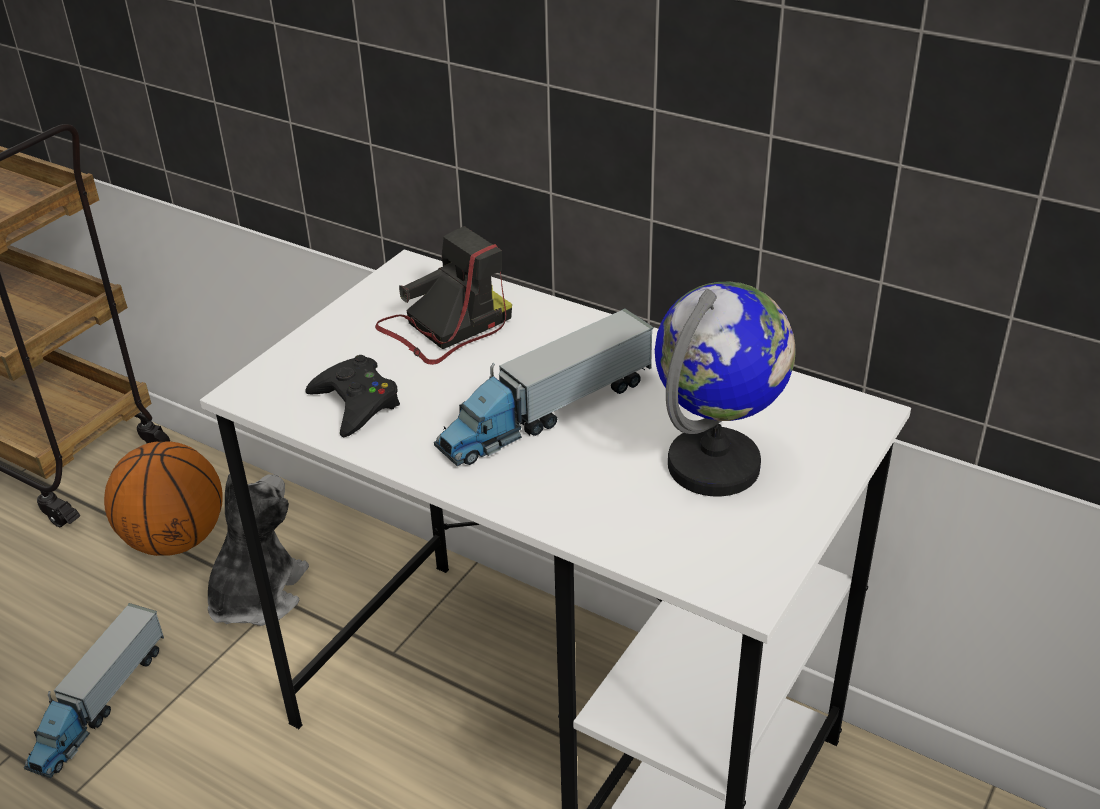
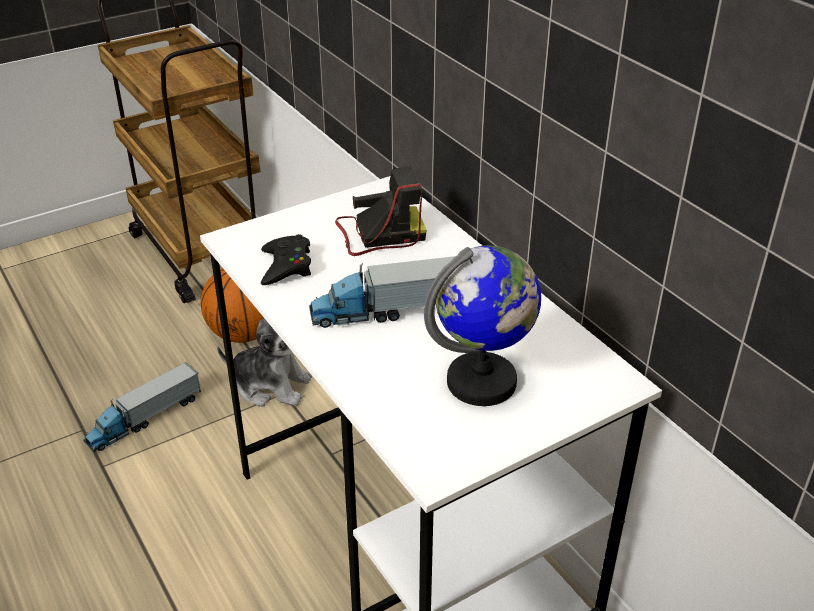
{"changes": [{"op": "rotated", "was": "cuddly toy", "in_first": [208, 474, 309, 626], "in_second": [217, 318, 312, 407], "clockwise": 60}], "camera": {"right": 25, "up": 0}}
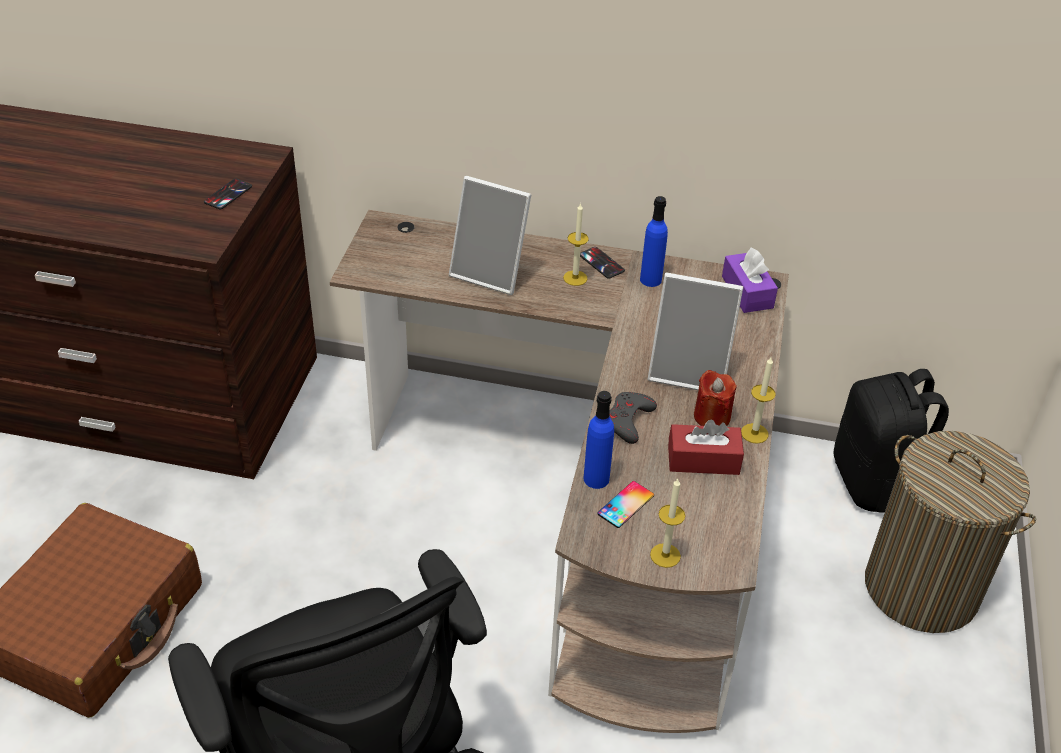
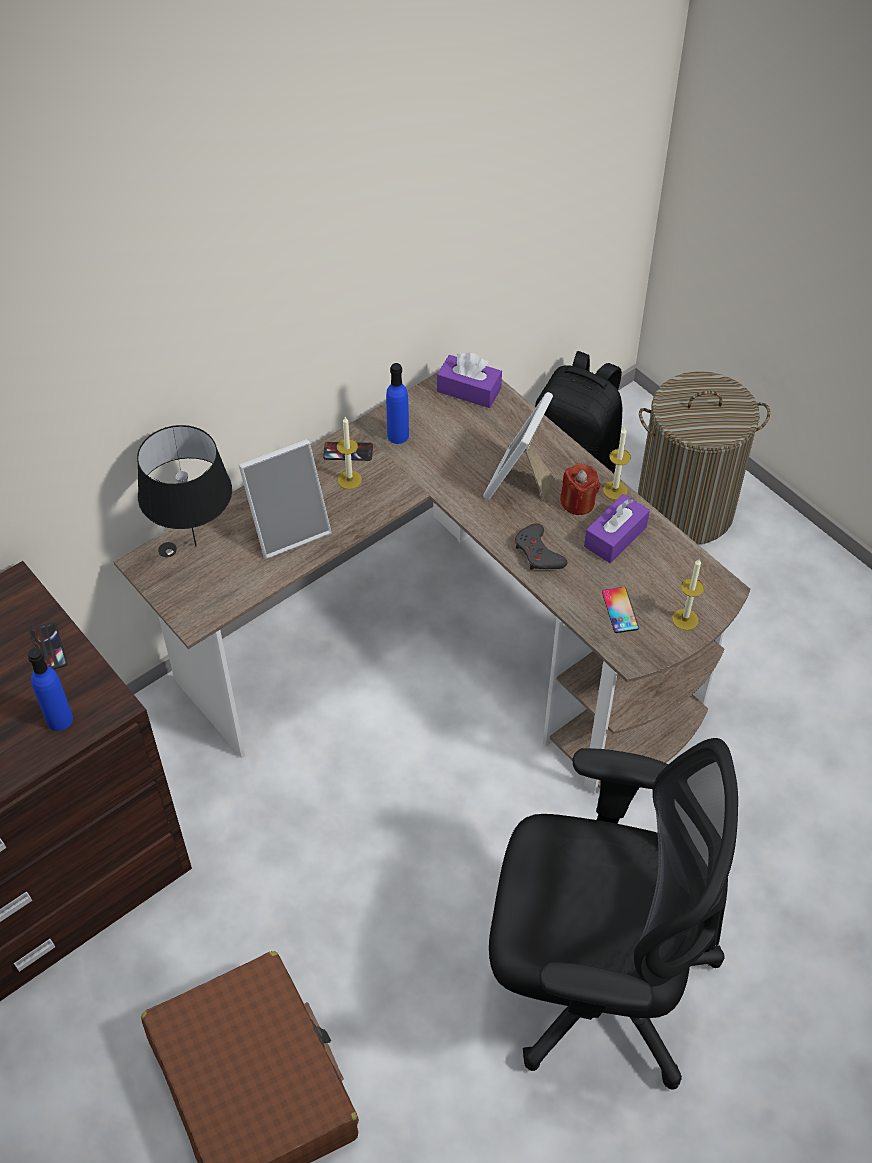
{"changes": [{"op": "new", "now": "black-coloured table lamp", "in_second": [137, 425, 232, 546]}, {"op": "shifted", "was": "bluish drink bottle", "in_first": [584, 391, 614, 489], "in_second": [28, 648, 73, 731]}, {"op": "repainted", "was": "red-coloured tissue box", "now": "purple tissue box", "in_first": [668, 419, 744, 475], "in_second": [584, 494, 650, 563]}, {"op": "rotated", "was": "picture frame", "in_first": [648, 272, 743, 390], "in_second": [483, 392, 556, 502], "clockwise": 150}], "camera": {"right": -50, "up": 10}}
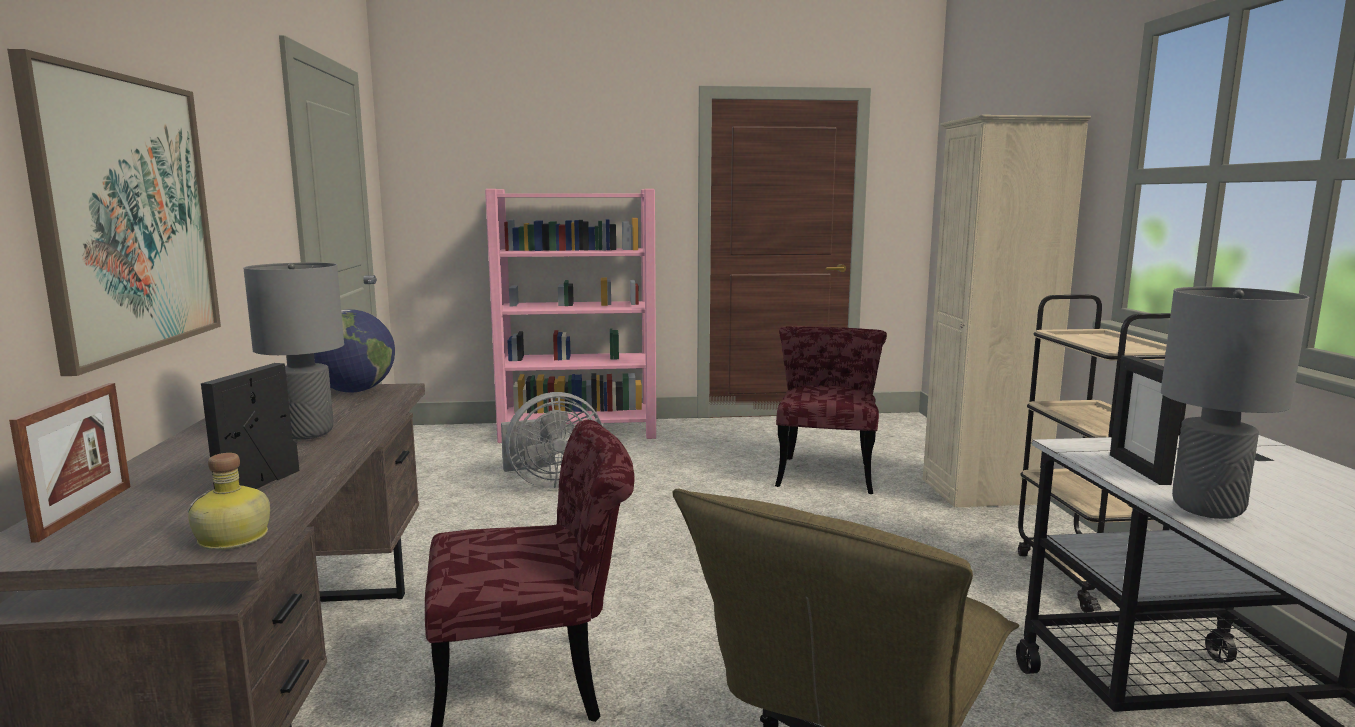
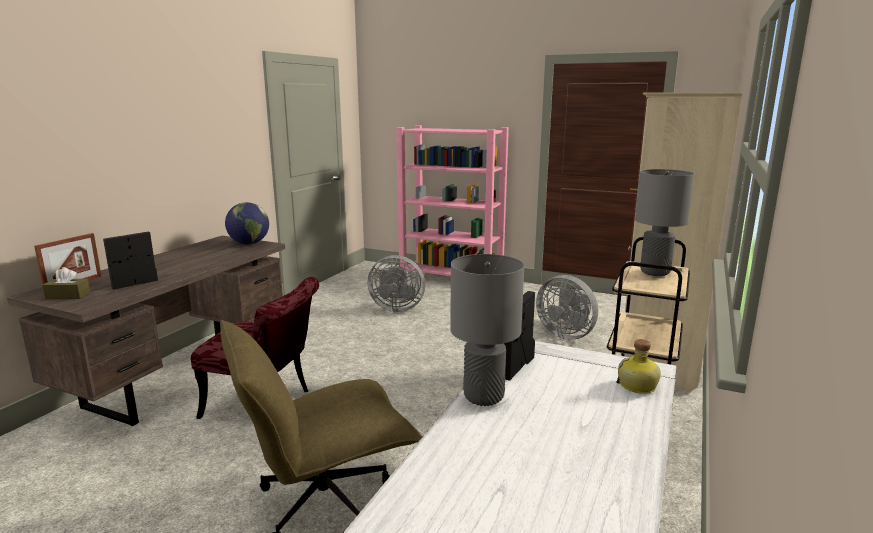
{"changes": [{"op": "gone", "was": "wall picture", "in_first": [7, 49, 221, 376]}, {"op": "new", "now": "brown tissue box", "in_second": [42, 267, 90, 299]}, {"op": "shifted", "was": "drink bottle", "in_first": [187, 453, 270, 550], "in_second": [618, 339, 661, 394]}, {"op": "shifted", "was": "greyish table lamp", "in_first": [243, 262, 344, 440], "in_second": [635, 169, 695, 276]}, {"op": "swapped", "was": "red-coloured plain chair", "now": "greyish fan", "in_first": [775, 327, 887, 494], "in_second": [536, 275, 598, 340]}], "camera": {"right": 30, "up": 5}}
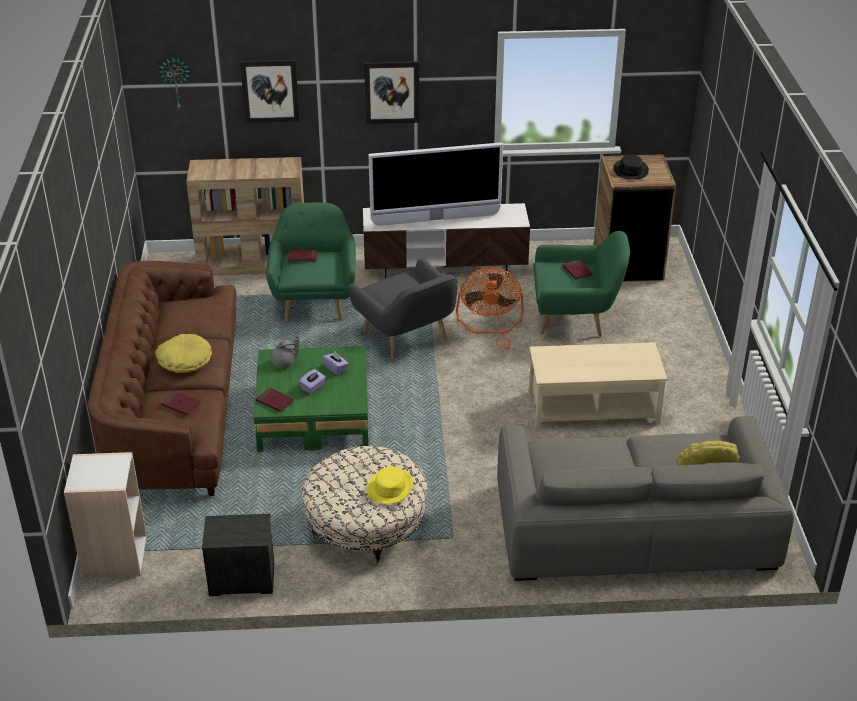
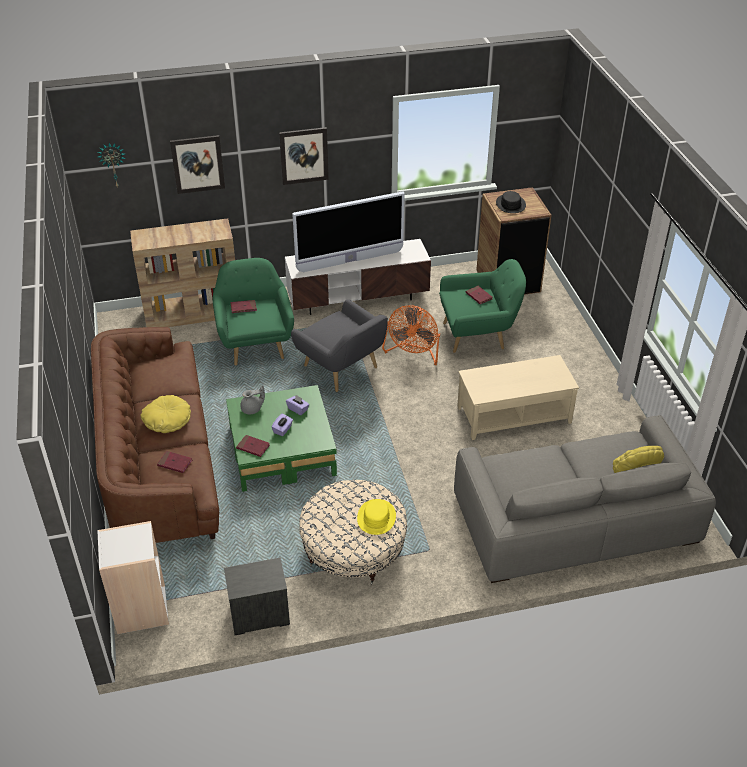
{"changes": [{"op": "rotated", "was": "orangey fan", "in_first": [456, 268, 524, 349], "in_second": [382, 305, 440, 365], "clockwise": -150}], "camera": {"right": -10, "up": 5}}
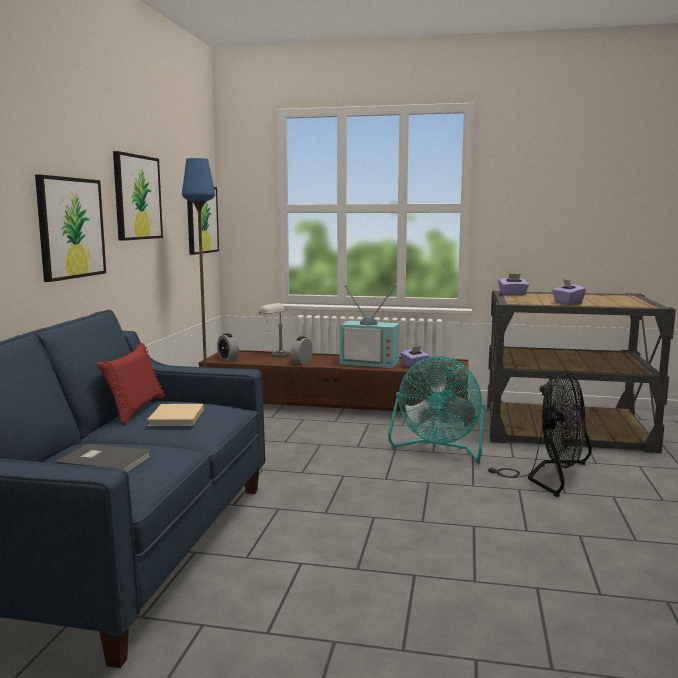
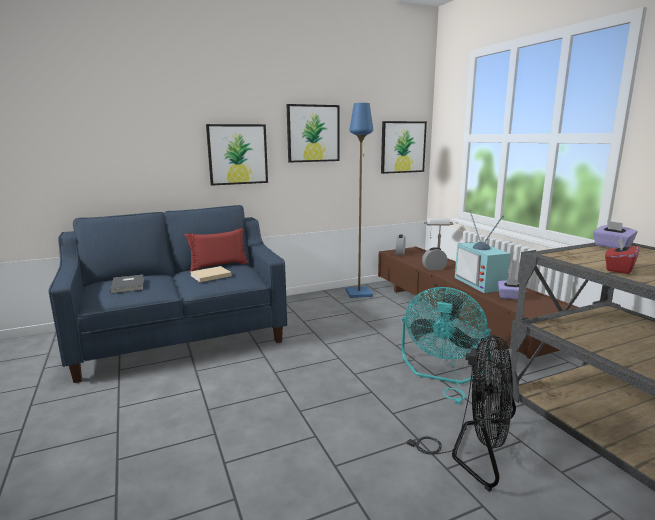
{"changes": [{"op": "repainted", "was": "purple tissue box", "now": "red-coloured tissue box", "in_first": [552, 279, 586, 304], "in_second": [605, 237, 640, 274]}, {"op": "rotated", "was": "blue-green fan", "in_first": [388, 356, 486, 464], "in_second": [402, 287, 491, 405], "clockwise": 120}, {"op": "rotated", "was": "black-coloured fan", "in_first": [487, 371, 592, 497], "in_second": [406, 335, 516, 492], "clockwise": -60}], "camera": {"right": 55, "up": 5}}
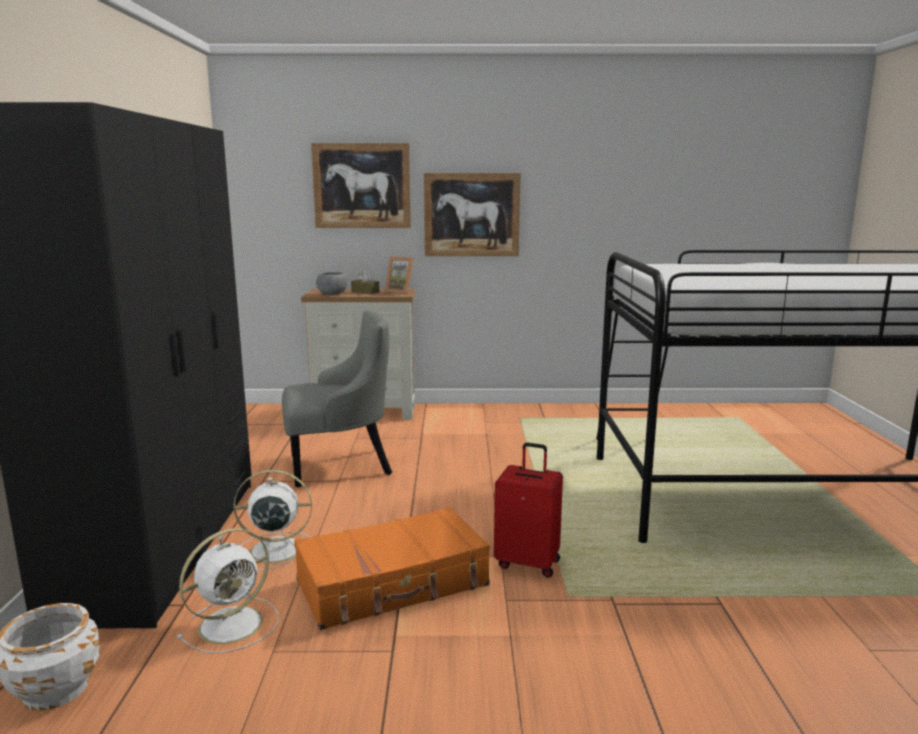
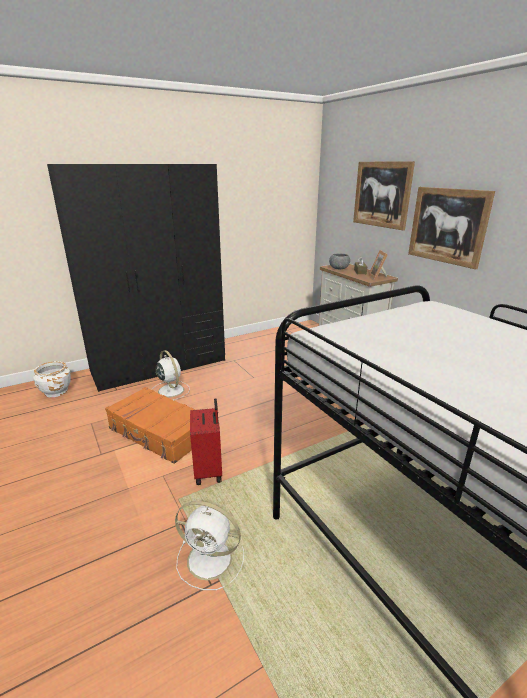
{"changes": [{"op": "gone", "was": "greyish plain chair", "in_first": [282, 310, 392, 488]}, {"op": "shifted", "was": "white fan", "in_first": [177, 528, 279, 653], "in_second": [175, 501, 244, 590]}], "camera": {"right": 60, "up": 10}}
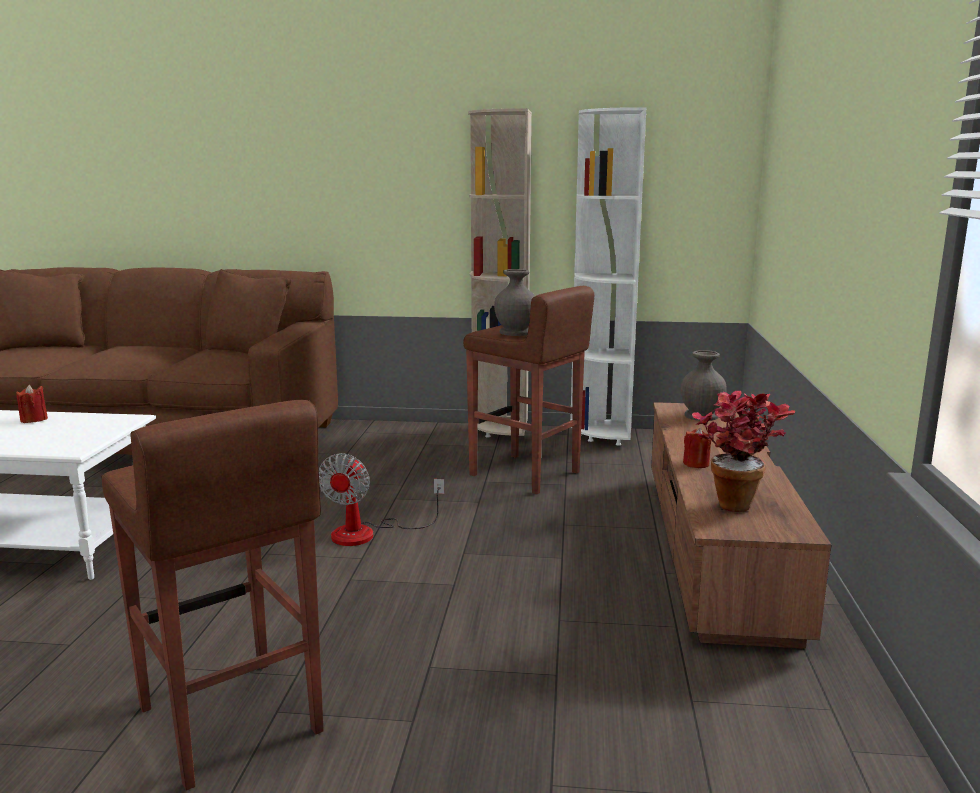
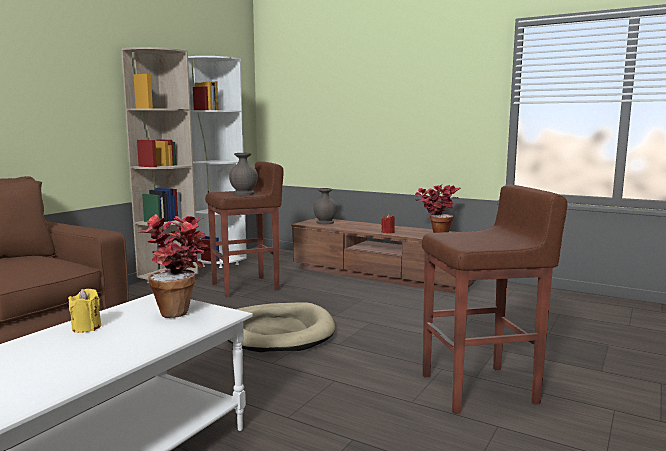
{"changes": [{"op": "new", "now": "houseplant", "in_second": [137, 214, 211, 318]}, {"op": "swapped", "was": "fan", "now": "beige-coloured dog cushion", "in_first": [319, 453, 444, 546], "in_second": [228, 303, 335, 353]}, {"op": "repainted", "was": "red-coloured candle", "now": "yellow-coloured candle", "in_first": [16, 384, 48, 423], "in_second": [68, 288, 101, 333]}], "camera": {"right": -65, "up": -5}}
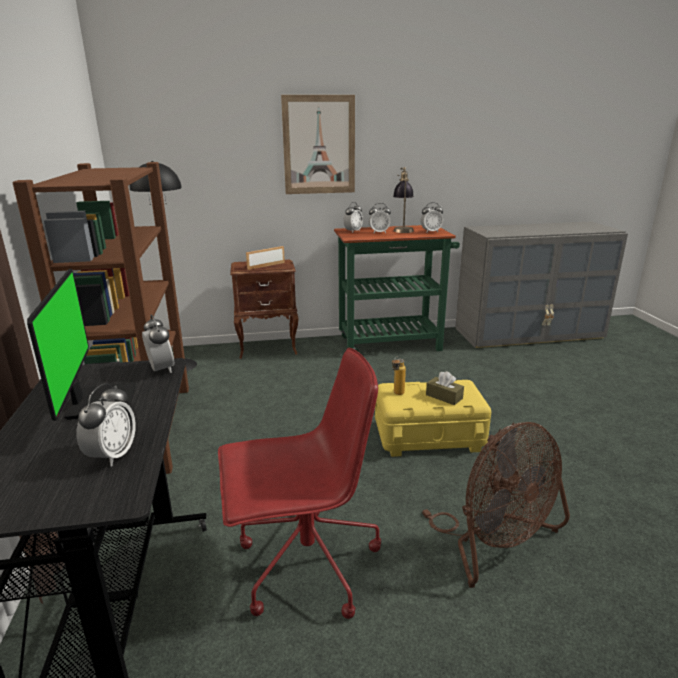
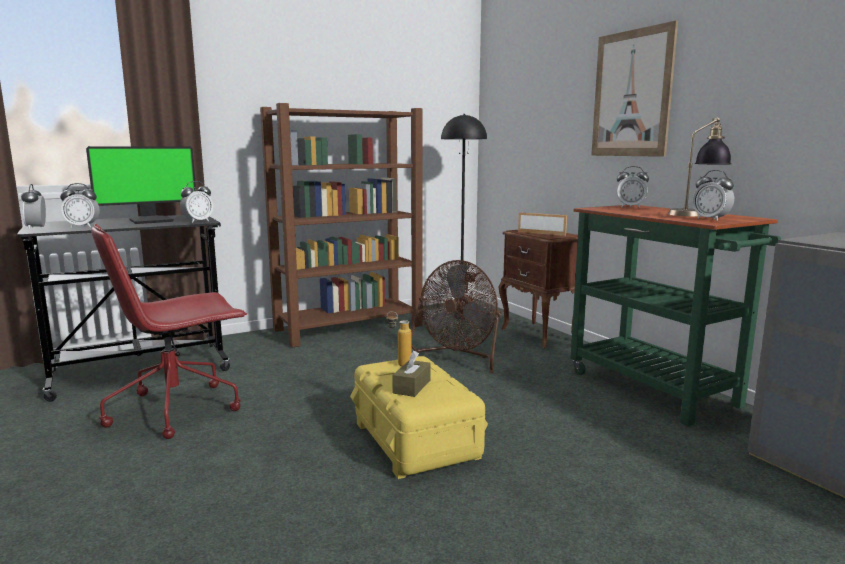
{"changes": [{"op": "shifted", "was": "bedside clock", "in_first": [369, 203, 391, 234], "in_second": [21, 184, 46, 230]}, {"op": "shifted", "was": "brown fan", "in_first": [422, 422, 570, 588], "in_second": [411, 260, 502, 373]}, {"op": "rotated", "was": "red-coloured desk chair", "in_first": [218, 348, 381, 619], "in_second": [91, 224, 247, 439], "clockwise": 90}], "camera": {"right": 70, "up": -10}}
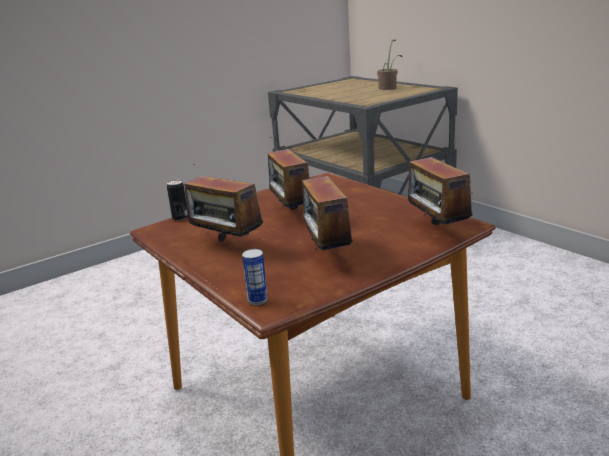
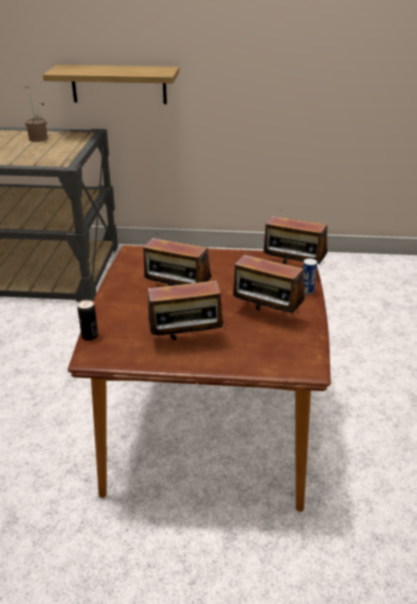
{"changes": [{"op": "new", "now": "shelf", "in_second": [43, 65, 179, 104]}, {"op": "shifted", "was": "sealed can", "in_first": [242, 249, 268, 305], "in_second": [303, 258, 317, 295]}], "camera": {"right": -50, "up": 10}}
